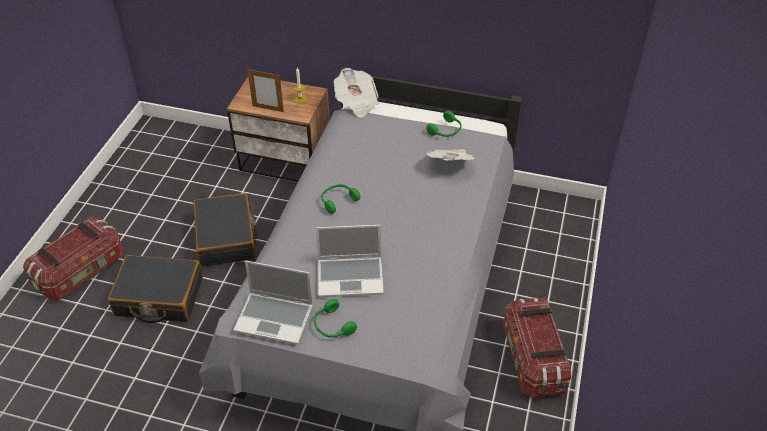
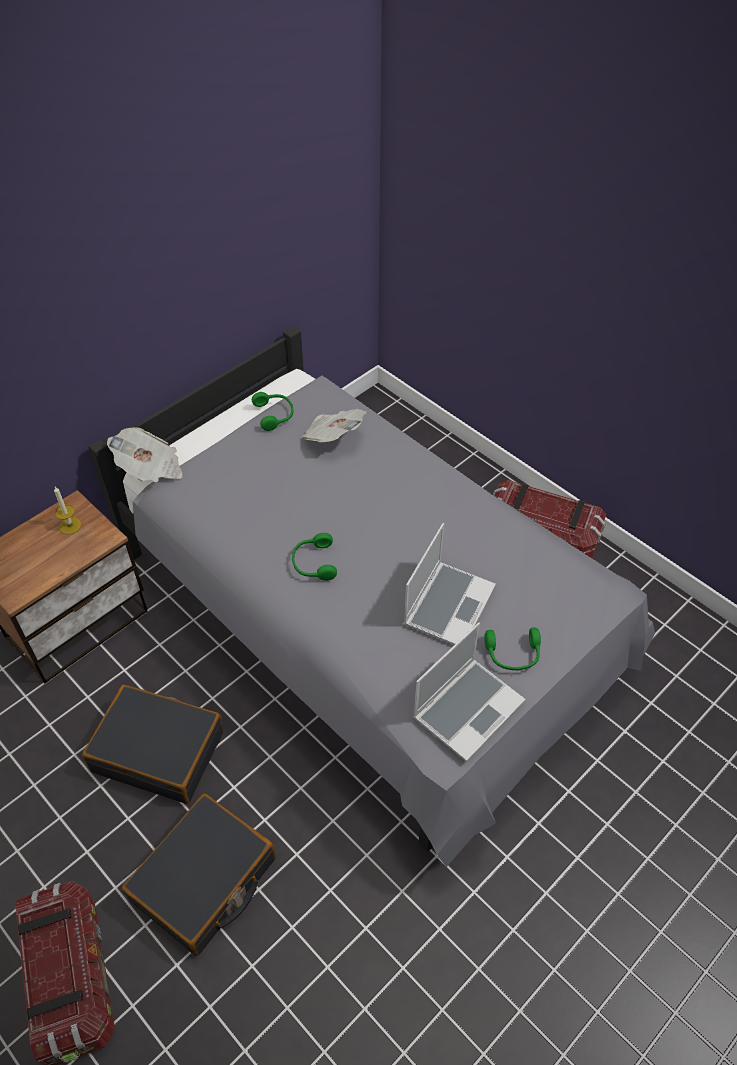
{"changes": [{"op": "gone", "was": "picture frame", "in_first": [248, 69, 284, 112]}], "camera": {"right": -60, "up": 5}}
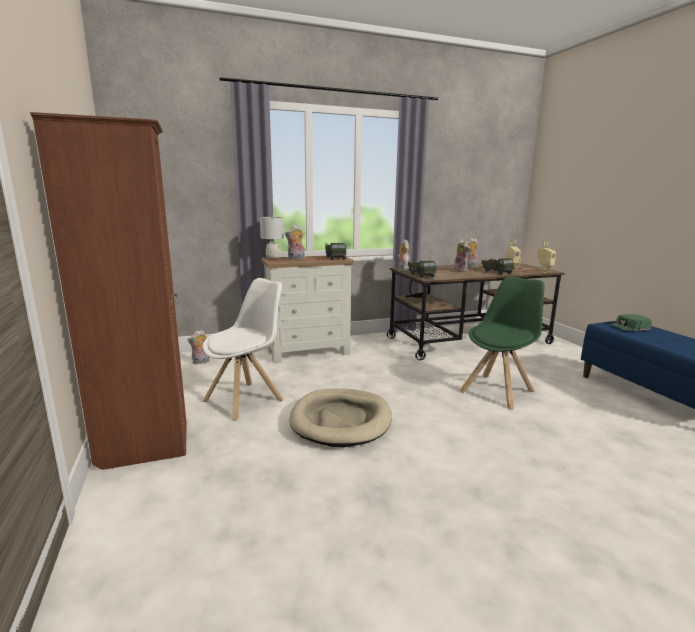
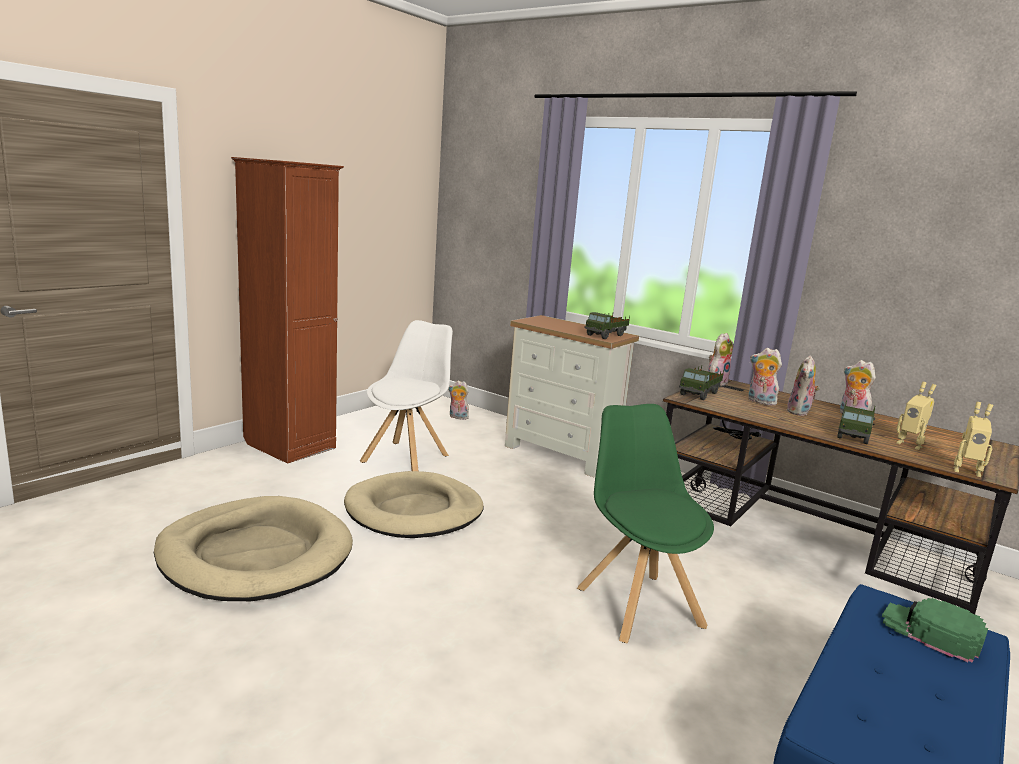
{"changes": [{"op": "gone", "was": "greyish table lamp", "in_first": [260, 217, 284, 259]}, {"op": "new", "now": "beige-coloured dog cushion", "in_second": [154, 496, 353, 601]}, {"op": "shifted", "was": "cuddly toy", "in_first": [284, 225, 305, 260], "in_second": [748, 348, 782, 406]}, {"op": "rotated", "was": "white plain chair", "in_first": [202, 278, 283, 421], "in_second": [360, 320, 453, 471], "clockwise": -75}, {"op": "rotated", "was": "greenish plain chair", "in_first": [460, 276, 545, 409], "in_second": [577, 404, 714, 643], "clockwise": -120}], "camera": {"right": 55, "up": 0}}
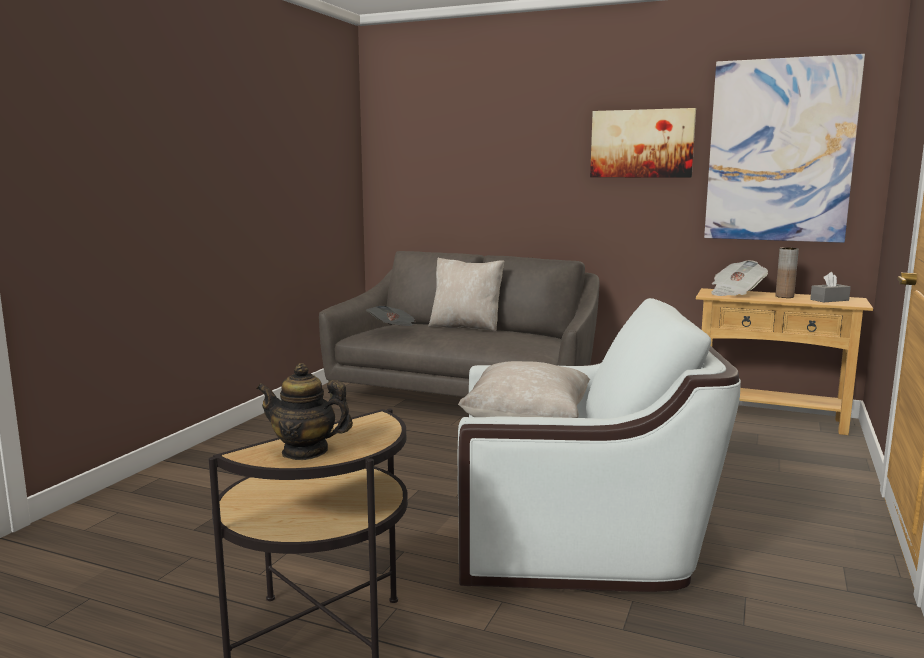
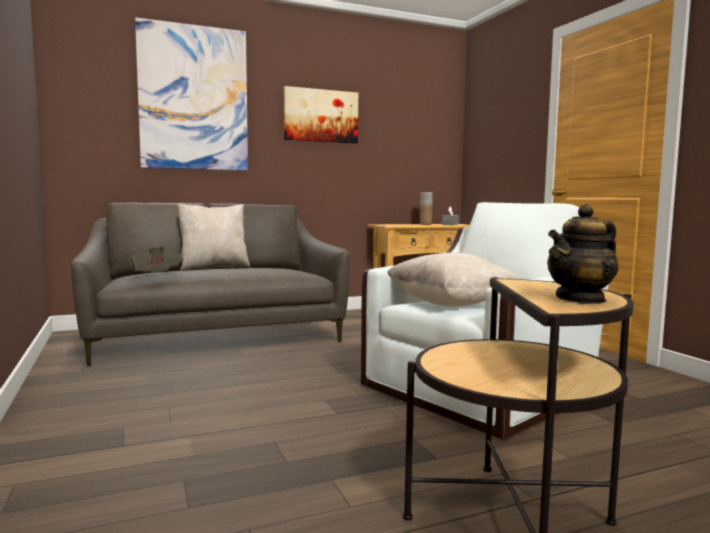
{"changes": [{"op": "gone", "was": "daily paper", "in_first": [711, 260, 768, 296]}, {"op": "shifted", "was": "wall picture", "in_first": [704, 54, 865, 243], "in_second": [135, 17, 248, 171]}], "camera": {"right": -45, "up": -5}}
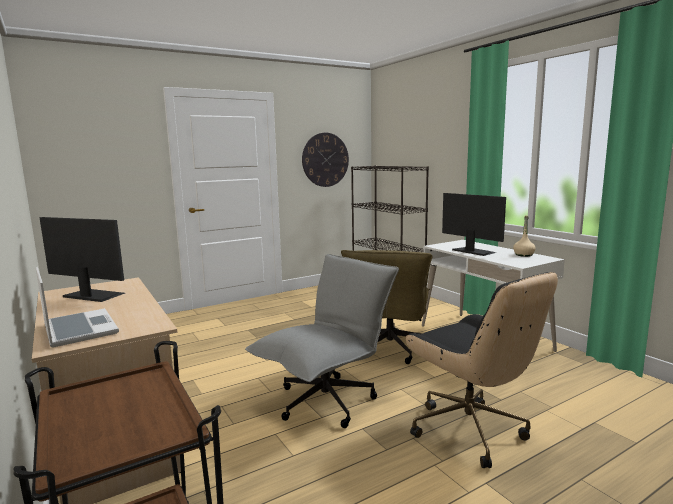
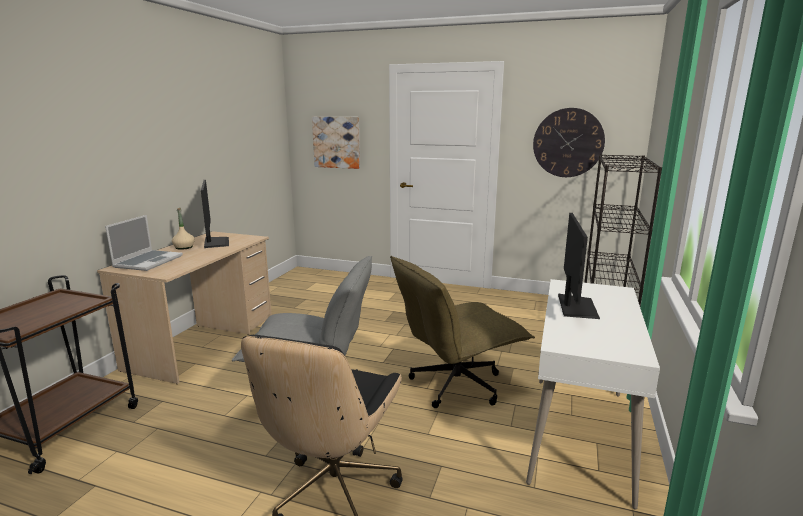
{"changes": [{"op": "new", "now": "wall picture", "in_second": [312, 117, 360, 169]}, {"op": "shifted", "was": "beige-coloured drink bottle", "in_first": [513, 216, 536, 257], "in_second": [172, 208, 195, 250]}], "camera": {"right": 50, "up": 5}}
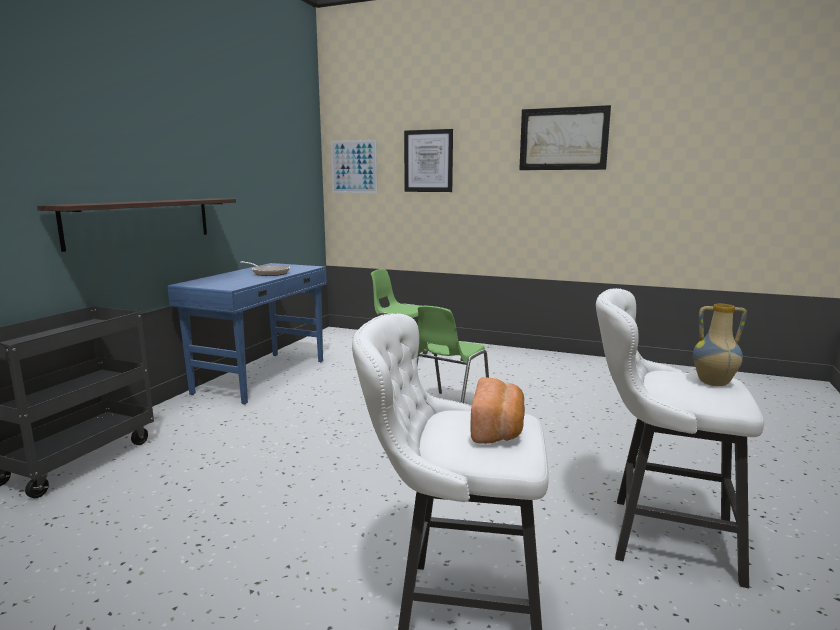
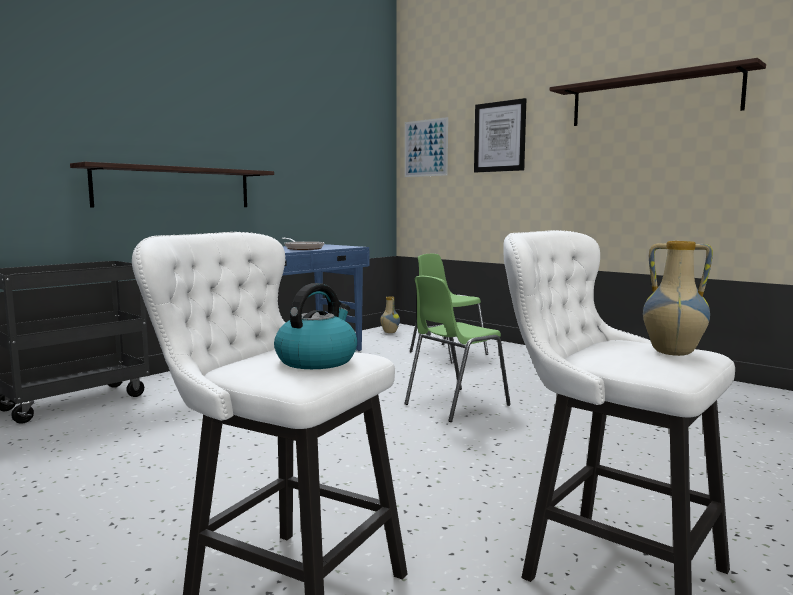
{"changes": [{"op": "new", "now": "vase", "in_second": [380, 296, 400, 333]}, {"op": "swapped", "was": "bakery bread", "now": "tea kettle", "in_first": [470, 377, 525, 444], "in_second": [274, 283, 357, 369]}, {"op": "swapped", "was": "wall picture", "now": "shelf", "in_first": [519, 105, 611, 170], "in_second": [550, 58, 766, 126]}], "camera": {"right": 20, "up": -5}}
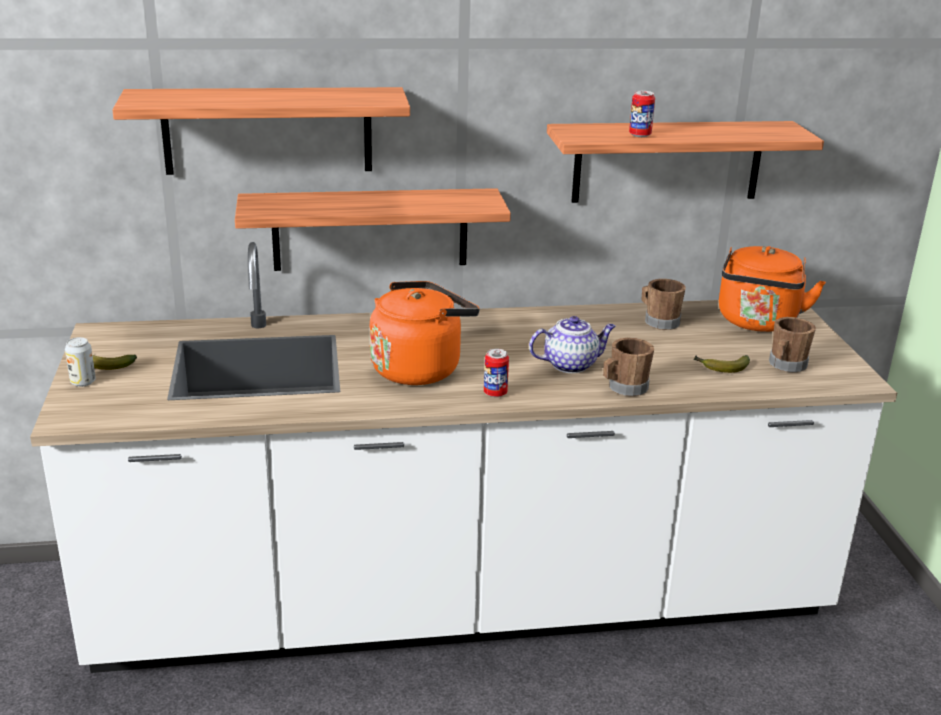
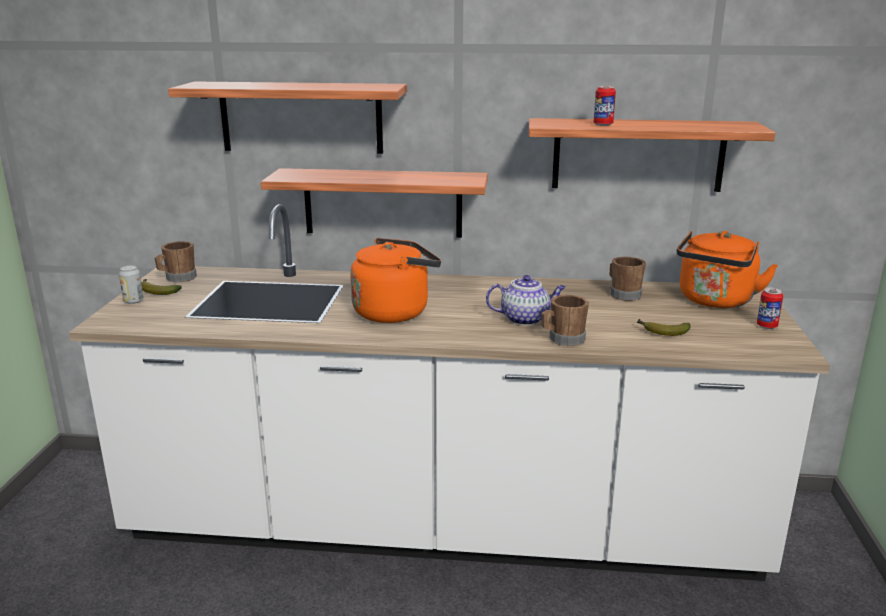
{"changes": [{"op": "shifted", "was": "sealed can", "in_first": [484, 349, 509, 397], "in_second": [757, 288, 783, 329]}, {"op": "shifted", "was": "brown tea mug", "in_first": [769, 317, 816, 373], "in_second": [155, 241, 197, 282]}], "camera": {"right": 15, "up": -5}}
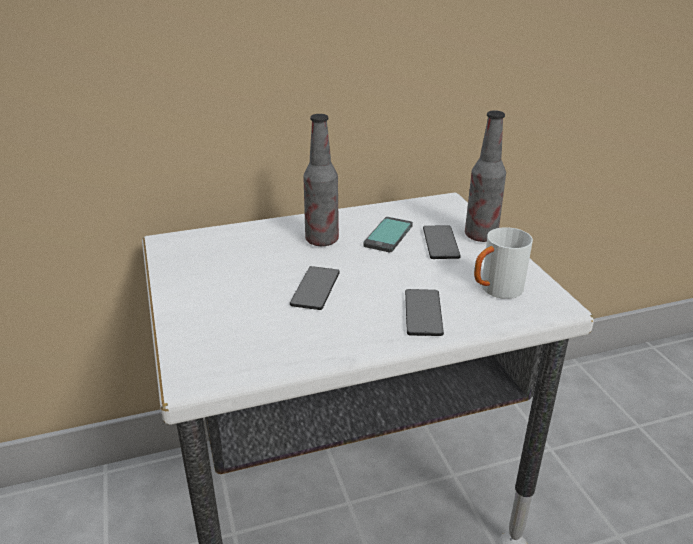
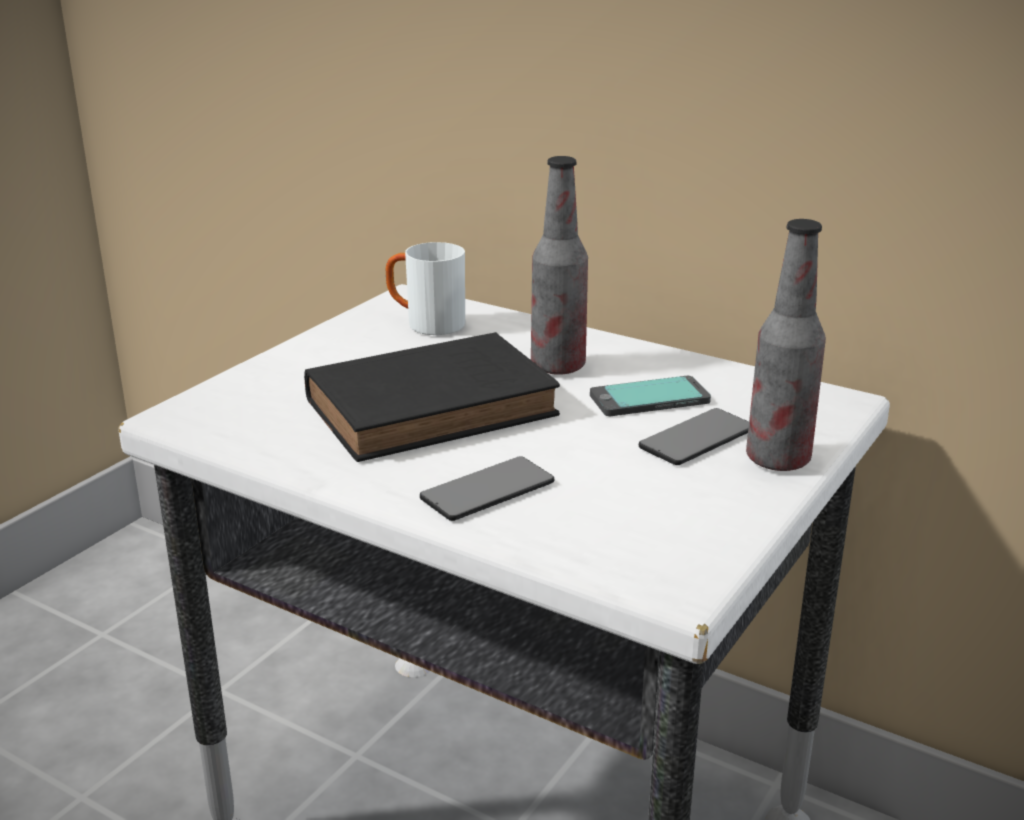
{"changes": [{"op": "shifted", "was": "white tea mug", "in_first": [474, 227, 533, 299], "in_second": [386, 242, 465, 335]}, {"op": "swapped", "was": "telephone", "now": "black-coloured volume", "in_first": [290, 266, 340, 310], "in_second": [304, 332, 560, 462]}], "camera": {"right": 50, "up": -5}}
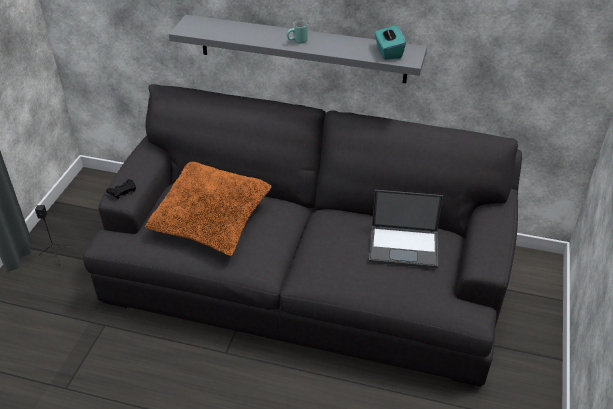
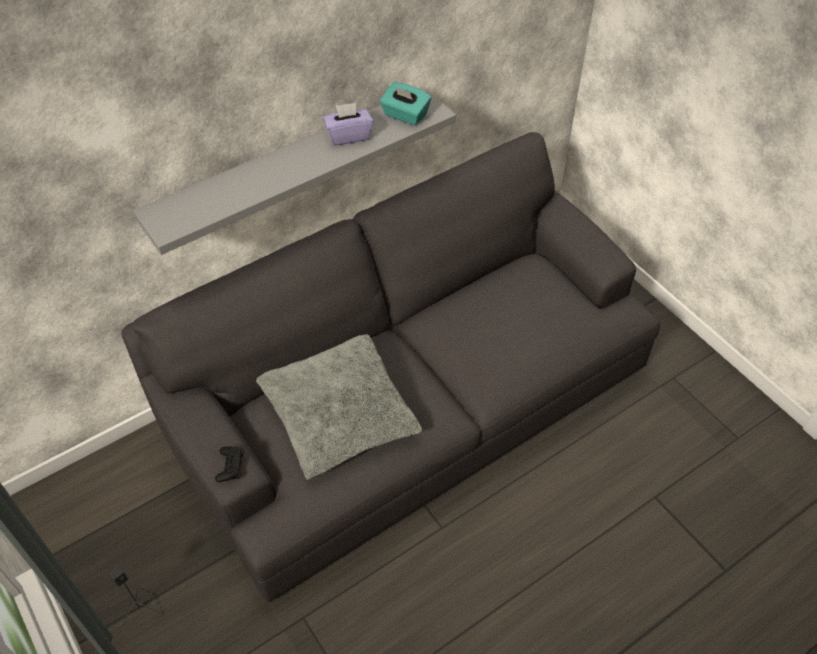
{"changes": [{"op": "gone", "was": "blue-green tea mug", "in_first": [286, 20, 308, 44]}, {"op": "gone", "was": "portable computer", "in_first": [369, 190, 443, 268]}, {"op": "new", "now": "purple tissue box", "in_second": [323, 103, 374, 146]}, {"op": "repainted", "was": "orangey cushion", "now": "greyish cushion", "in_first": [145, 162, 272, 256], "in_second": [256, 334, 422, 479]}], "camera": {"right": -50, "up": 10}}
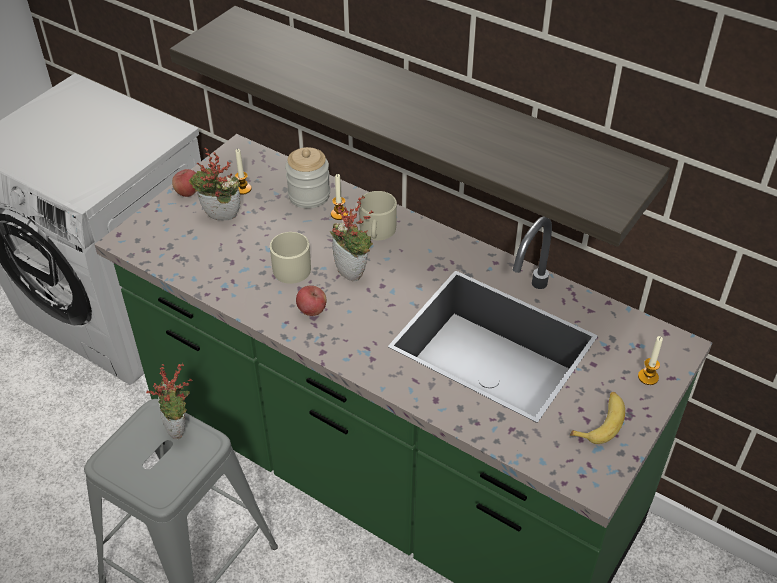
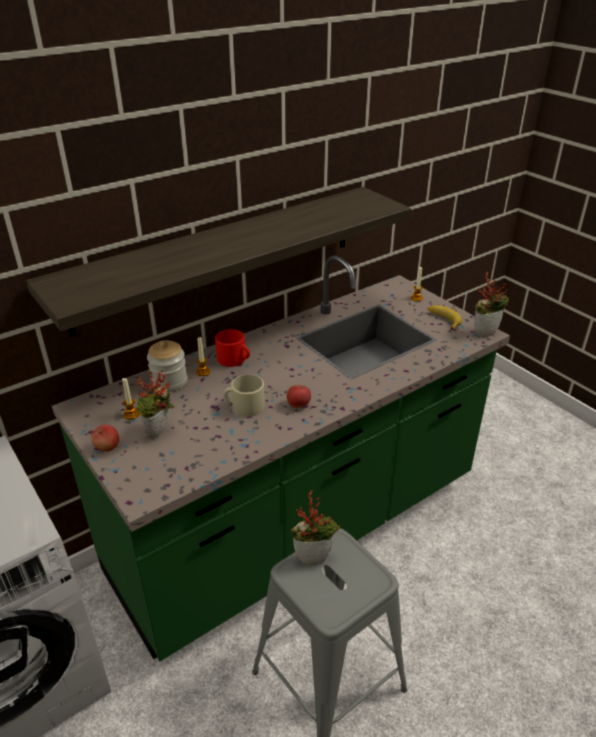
{"changes": [{"op": "shifted", "was": "houseplant", "in_first": [330, 195, 374, 282], "in_second": [474, 271, 509, 337]}, {"op": "repainted", "was": "beige-coloured tea mug", "now": "red-coloured tea mug", "in_first": [359, 191, 397, 240], "in_second": [215, 329, 250, 367]}], "camera": {"right": -70, "up": -10}}
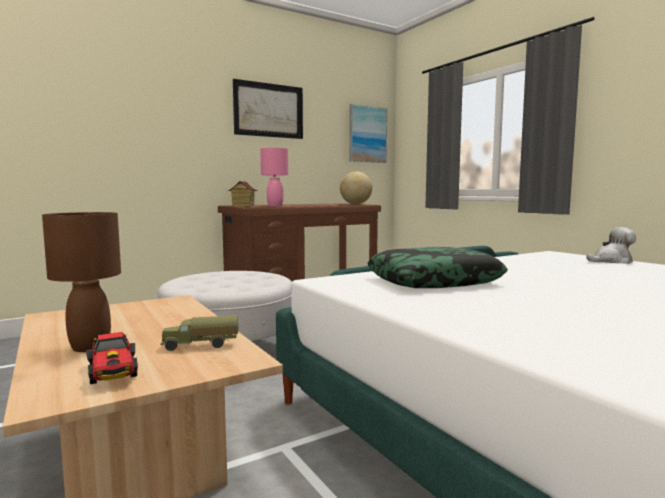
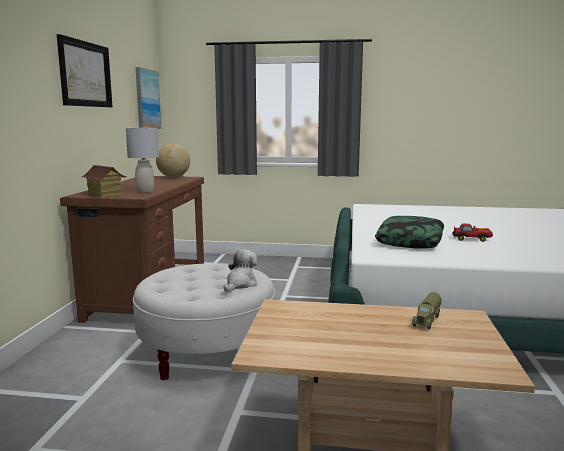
{"changes": [{"op": "gone", "was": "brown table lamp", "in_first": [42, 212, 121, 352]}, {"op": "shifted", "was": "toy car", "in_first": [86, 332, 138, 384], "in_second": [452, 224, 493, 242]}, {"op": "shifted", "was": "cuddly toy", "in_first": [586, 227, 636, 264], "in_second": [223, 249, 258, 292]}, {"op": "repainted", "was": "pink-coloured table lamp", "now": "greyish table lamp", "in_first": [260, 148, 288, 207], "in_second": [126, 128, 159, 193]}], "camera": {"right": -50, "up": 5}}
